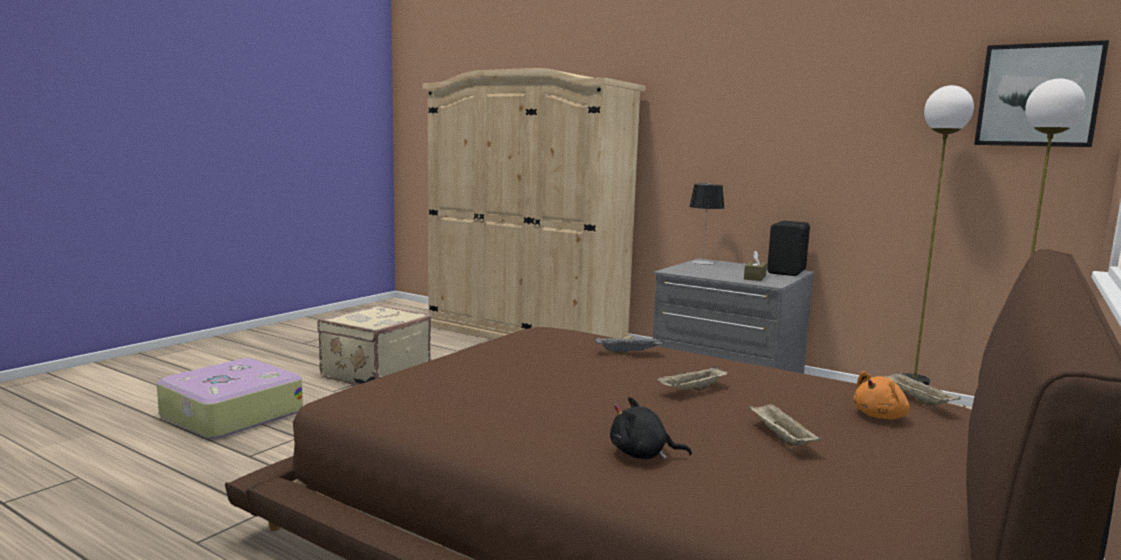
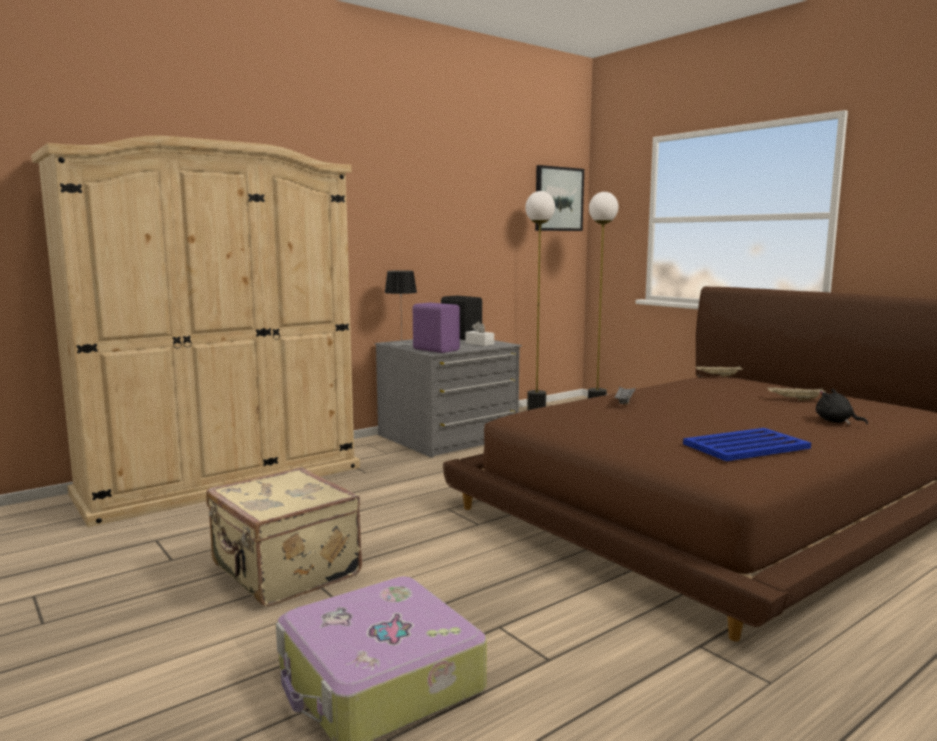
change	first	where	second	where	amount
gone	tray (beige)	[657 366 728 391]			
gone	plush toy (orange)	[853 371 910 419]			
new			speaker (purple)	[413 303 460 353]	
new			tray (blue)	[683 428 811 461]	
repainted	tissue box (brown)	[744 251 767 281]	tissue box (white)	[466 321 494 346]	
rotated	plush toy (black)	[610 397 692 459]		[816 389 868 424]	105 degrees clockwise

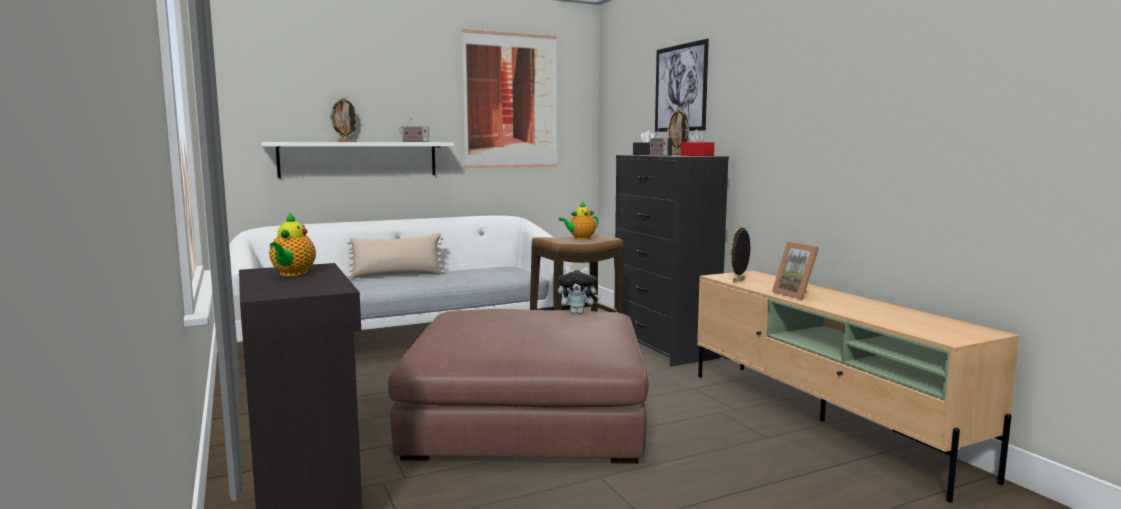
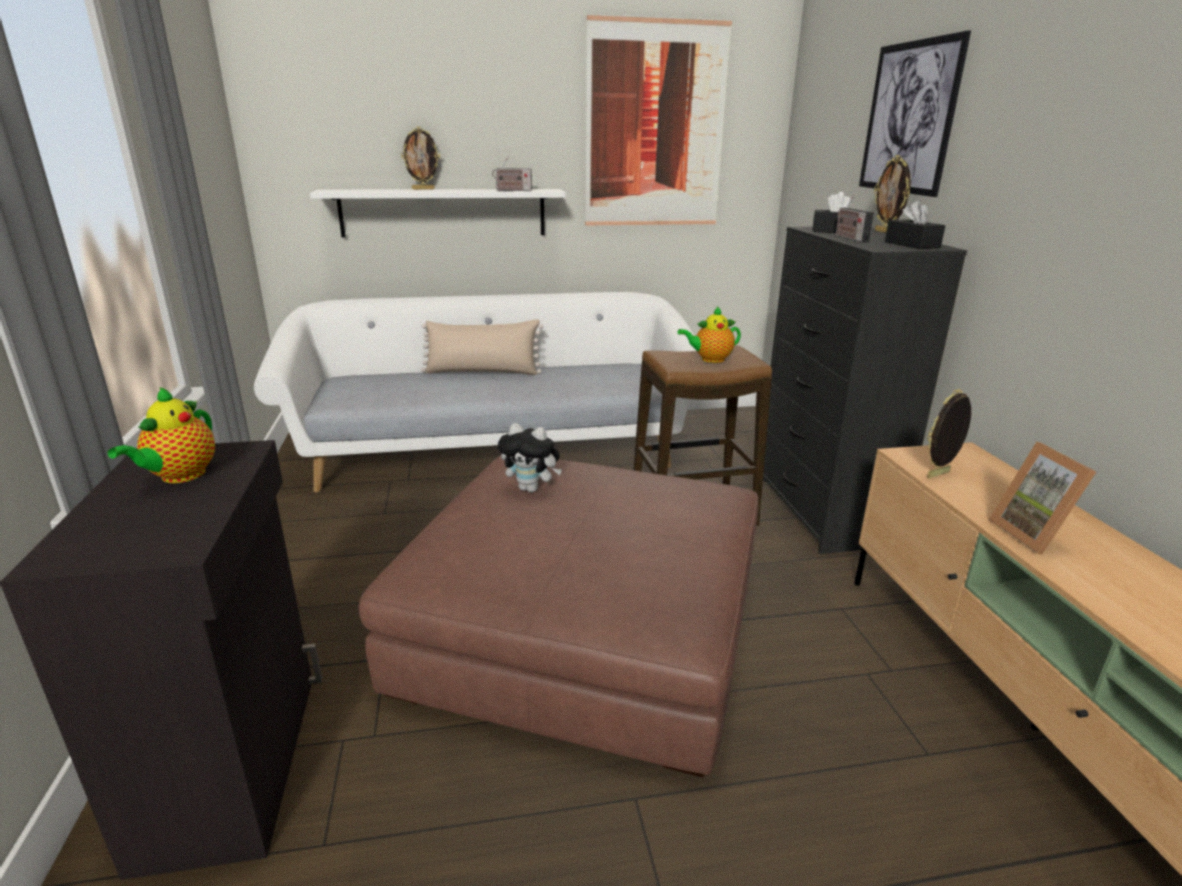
change	first	where	second	where	amount
shifted	plush toy	[558 267 601 314]		[498 423 562 492]	
repainted	tissue box (red)	[681 129 714 156]	tissue box (black)	[885 200 945 249]	

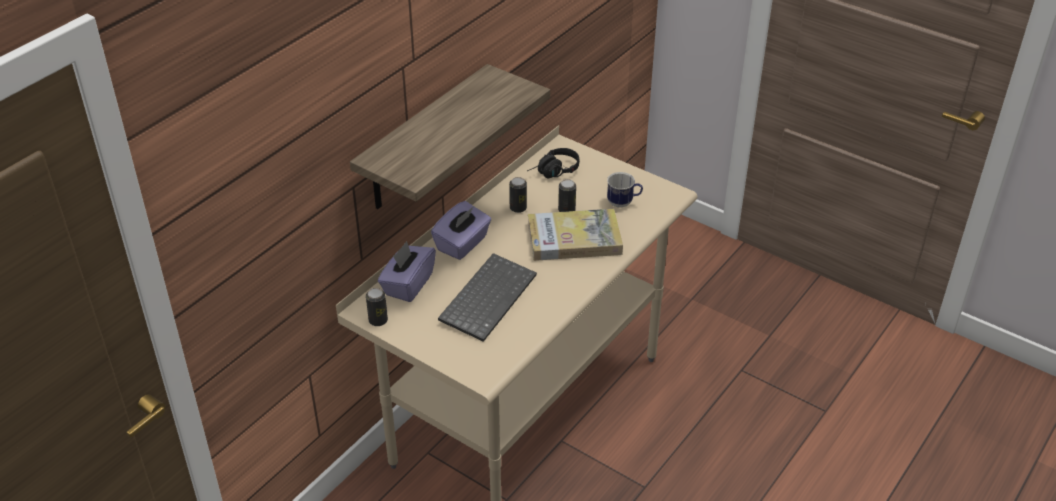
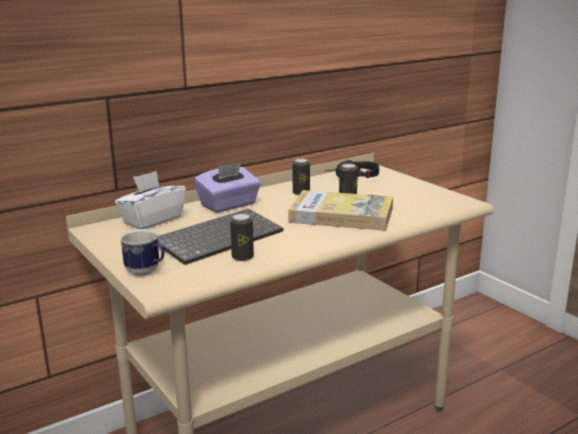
change	first	where	second	where	amount
gone	shelf	[350 64 550 209]			
shifted	can	[366 288 388 326]		[230 213 254 261]	
shifted	mug	[607 172 643 208]		[120 229 164 276]	
repainted	tissue box (purple)	[378 241 436 302]	tissue box (white)	[115 171 186 229]	

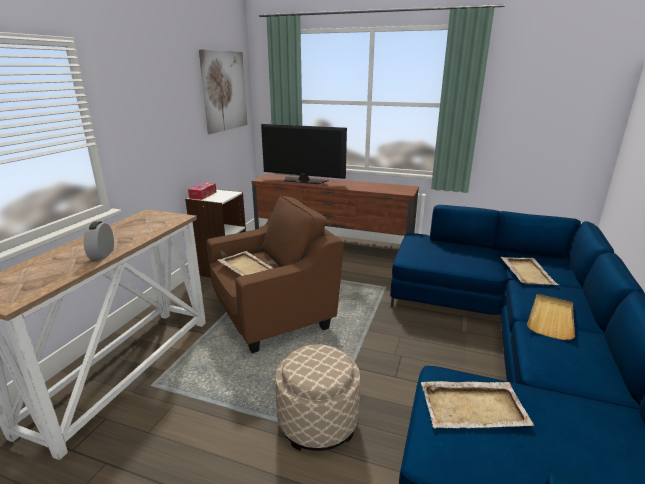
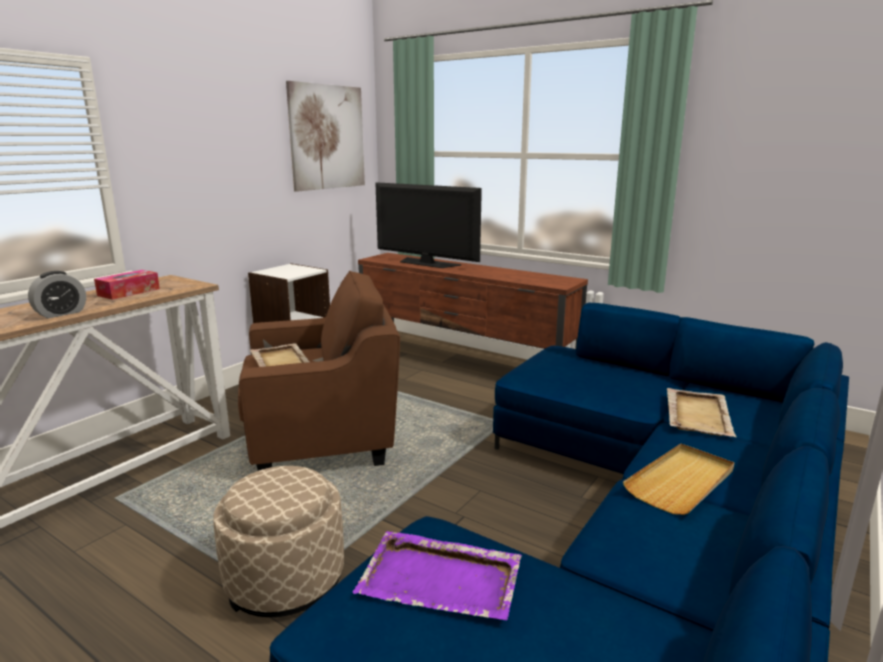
change	first	where	second	where	amount
shifted	tissue box	[188 182 216 200]		[94 270 160 300]	
repainted	tray (beige)	[421 381 534 428]	tray (purple)	[353 531 522 620]	
rotated	alarm clock	[83 221 114 260]		[28 271 86 318]	150 degrees counterclockwise

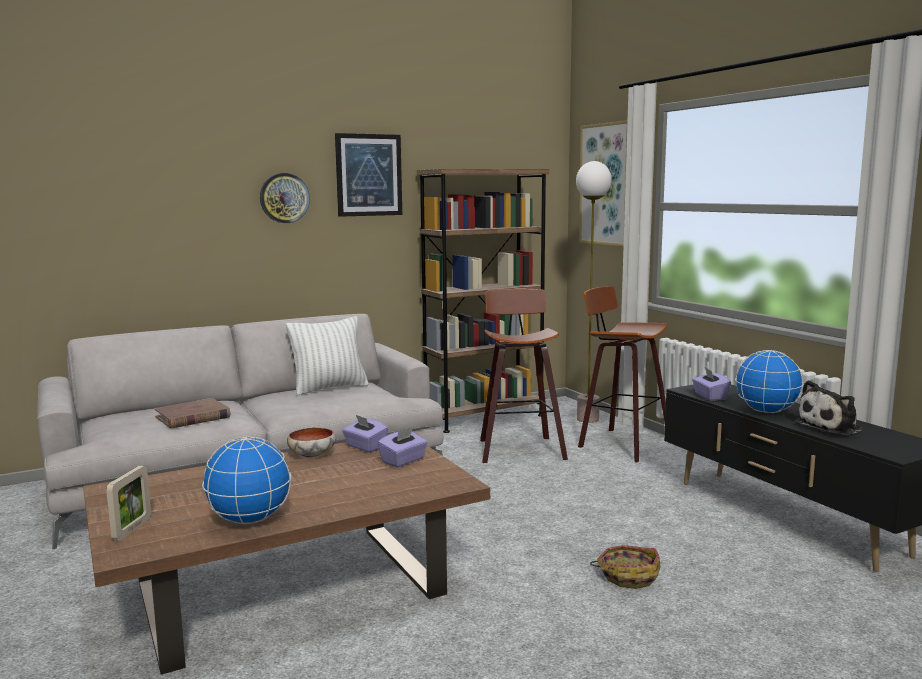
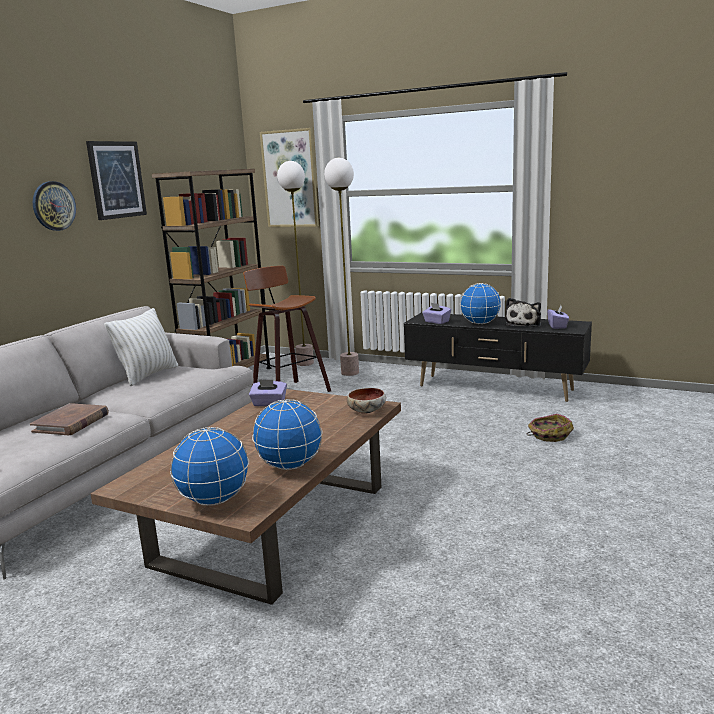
change	first	where	second	where	amount
shifted	bowl	[287 427 336 458]		[347 388 386 414]	
shifted	tissue box (purple)	[378 427 428 467]		[547 305 569 329]	
shifted	basket	[590 545 660 589]		[527 414 574 442]	
swapped	picture frame	[106 466 151 541]	globe	[170 427 249 506]	
swapped	stool	[578 286 667 462]	floor lamp	[324 158 359 376]	

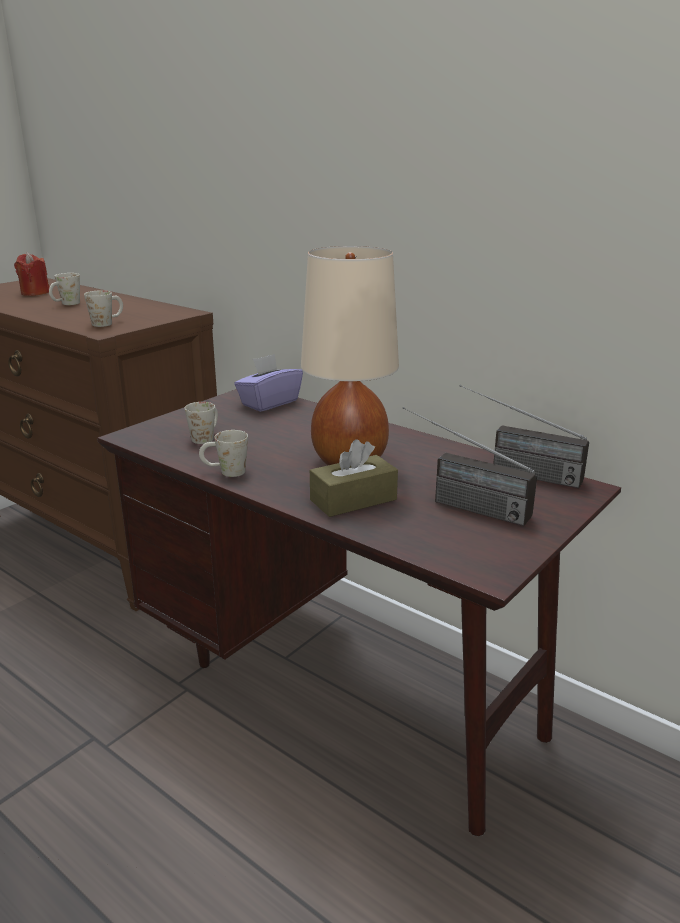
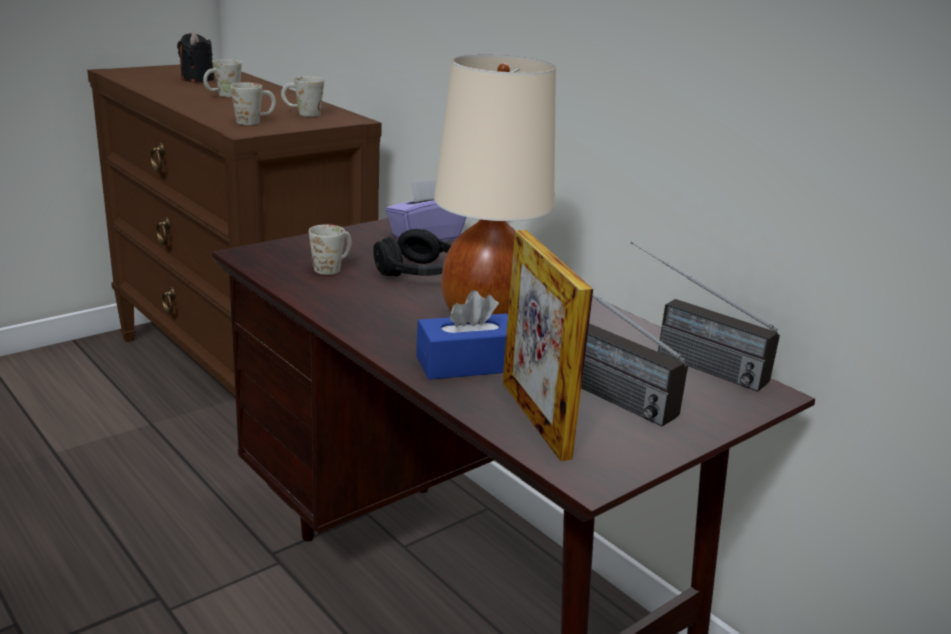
change	first	where	second	where	amount
new			headphones (black)	[373 229 451 276]	
new			picture frame	[503 230 593 461]	
shifted	mug (white)	[199 430 248 477]		[281 76 324 117]	
repainted	candle (red)	[14 252 50 296]	candle (black)	[177 32 214 82]	
repainted	tissue box (brown)	[310 439 398 517]	tissue box (blue)	[416 290 508 380]	

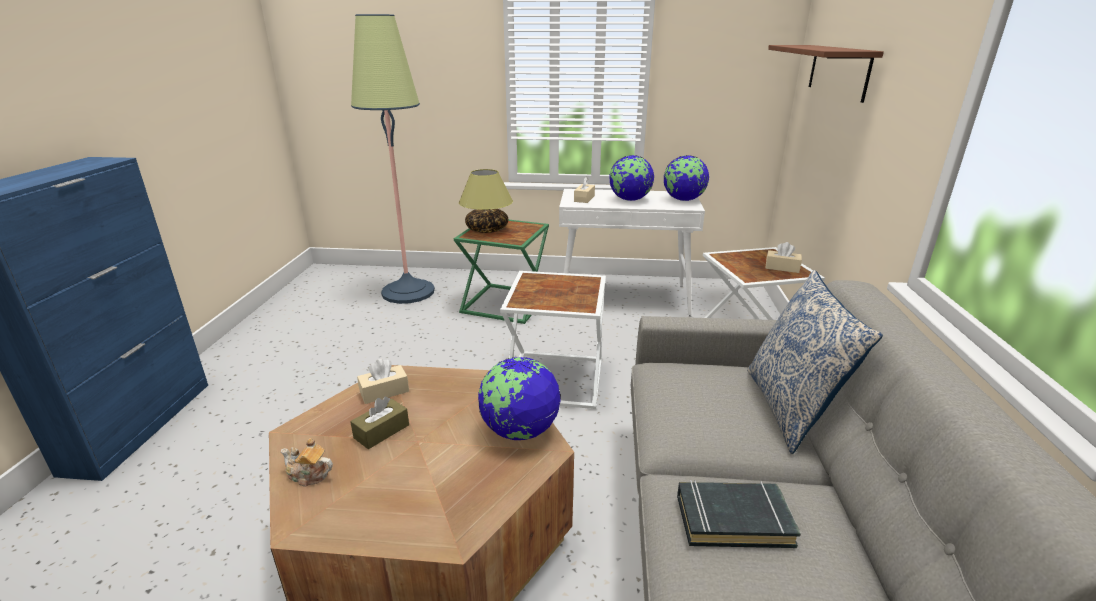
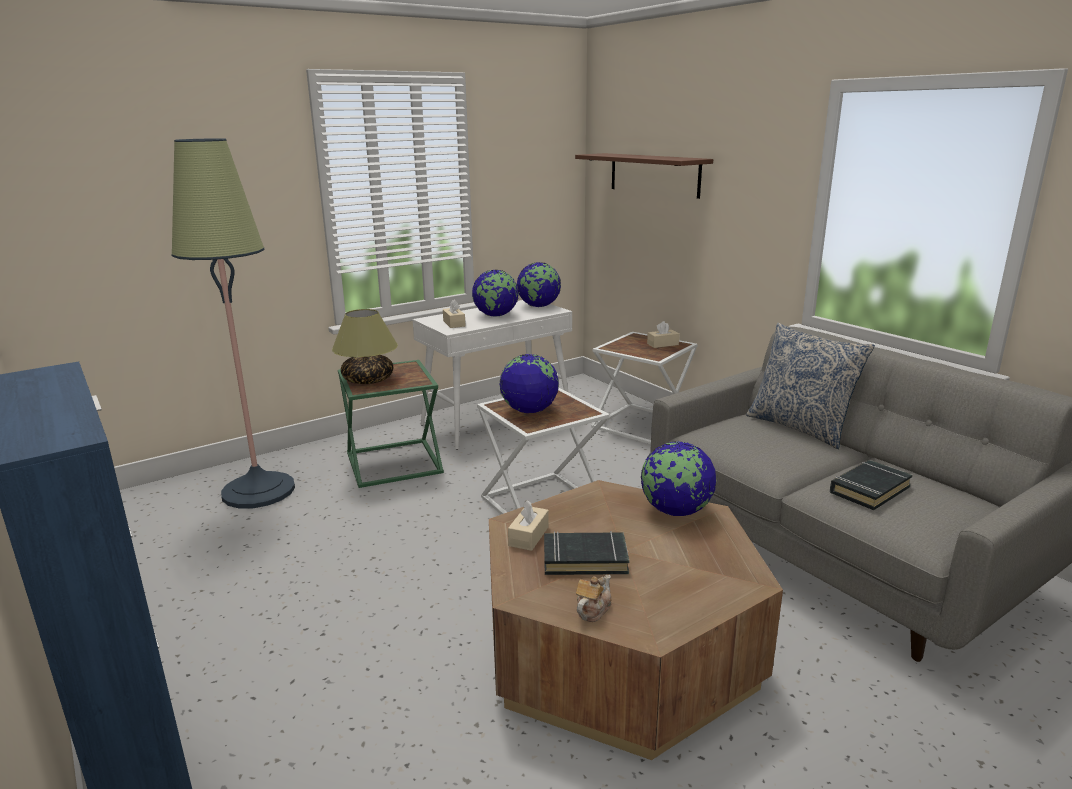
change	first	where	second	where	amount
new			globe	[500 354 559 413]	
swapped	tissue box (brown)	[350 396 409 449]	book (black)	[544 531 629 575]	
rotated	teapot	[281 438 333 487]		[576 575 612 622]	150 degrees clockwise

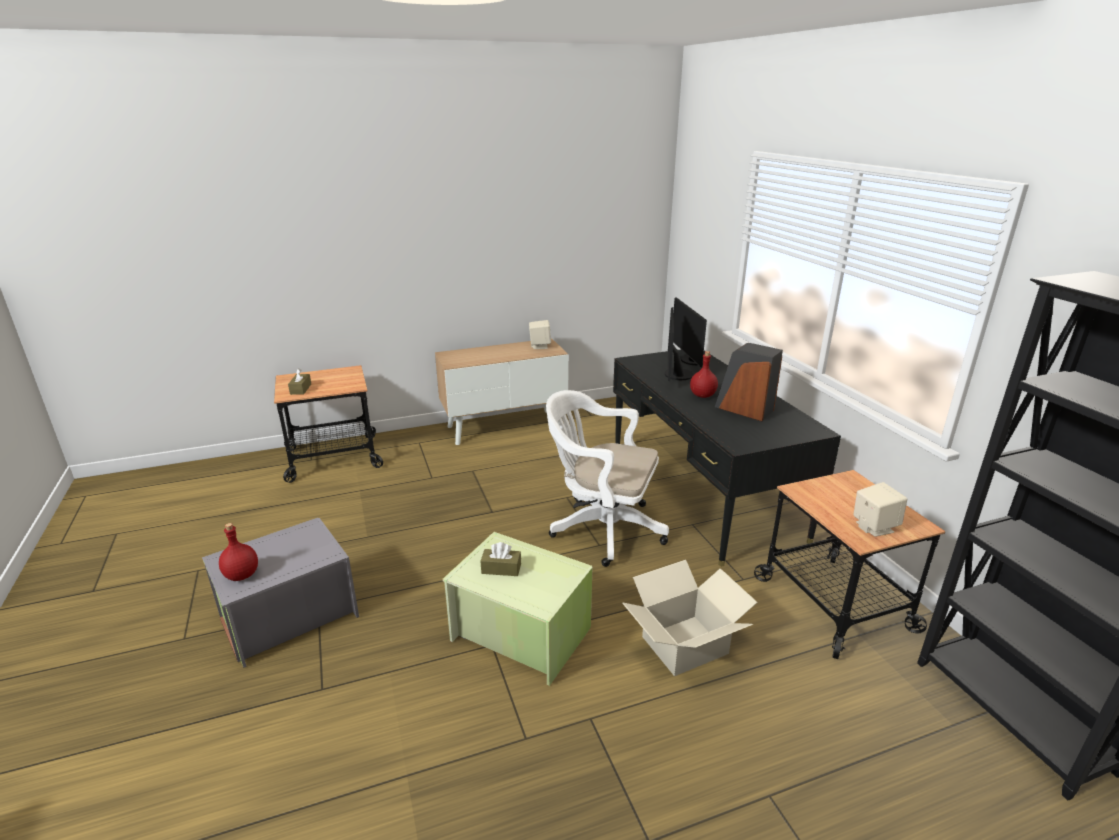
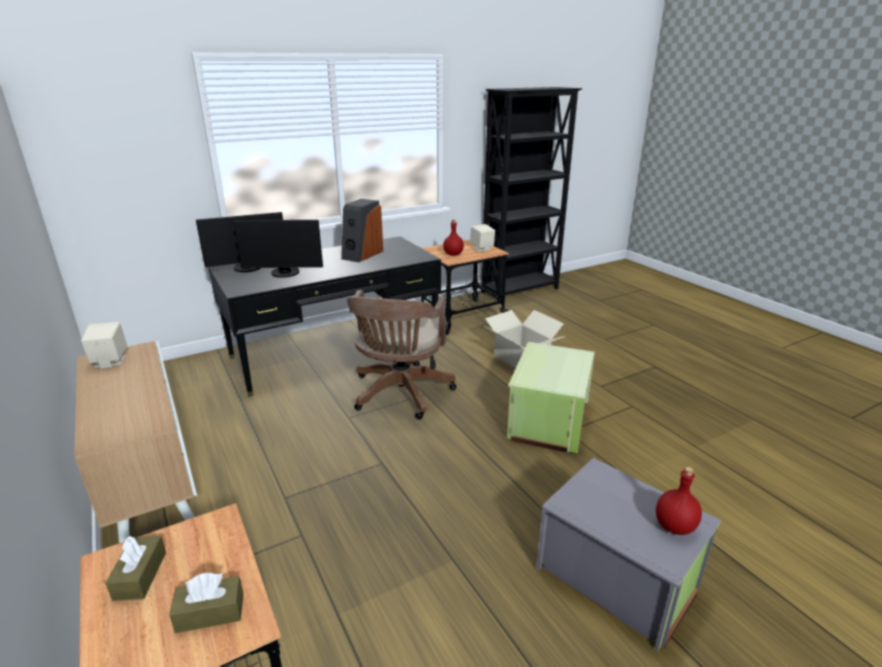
change	first	where	second	where	amount
shifted	tissue box (brown)	[481 542 521 576]		[105 536 166 601]	
shifted	bottle (red)	[690 351 718 398]		[443 220 464 256]	
repainted	office chair (white)	[546 390 669 567]	office chair (brown)	[347 290 456 420]	

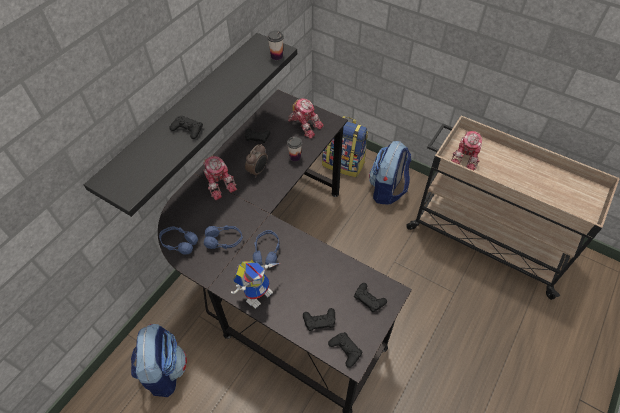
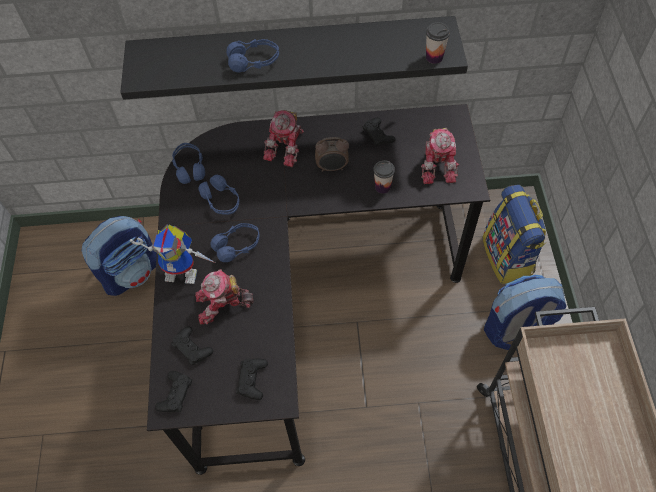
change	first	where	second	where	amount
shifted	toy robot	[451 131 482 171]		[195 269 254 325]	
swapped	game controller (black)	[169 116 203 139]	headphones (blue)	[226 39 279 72]	

